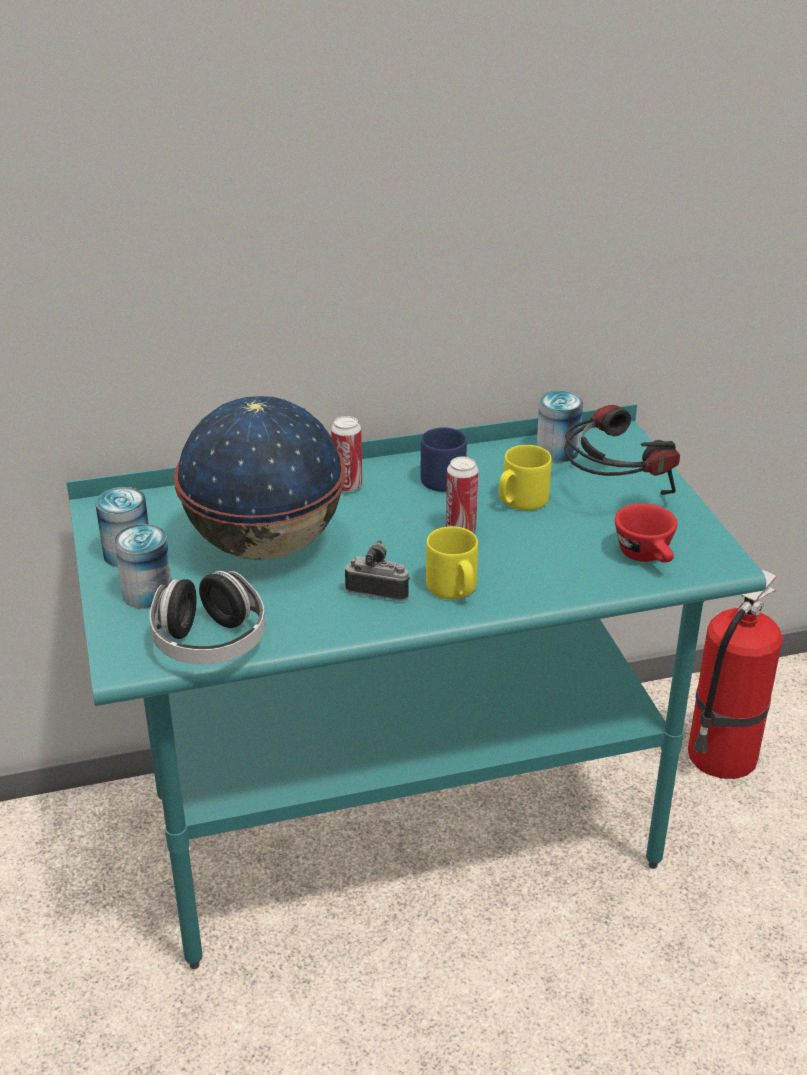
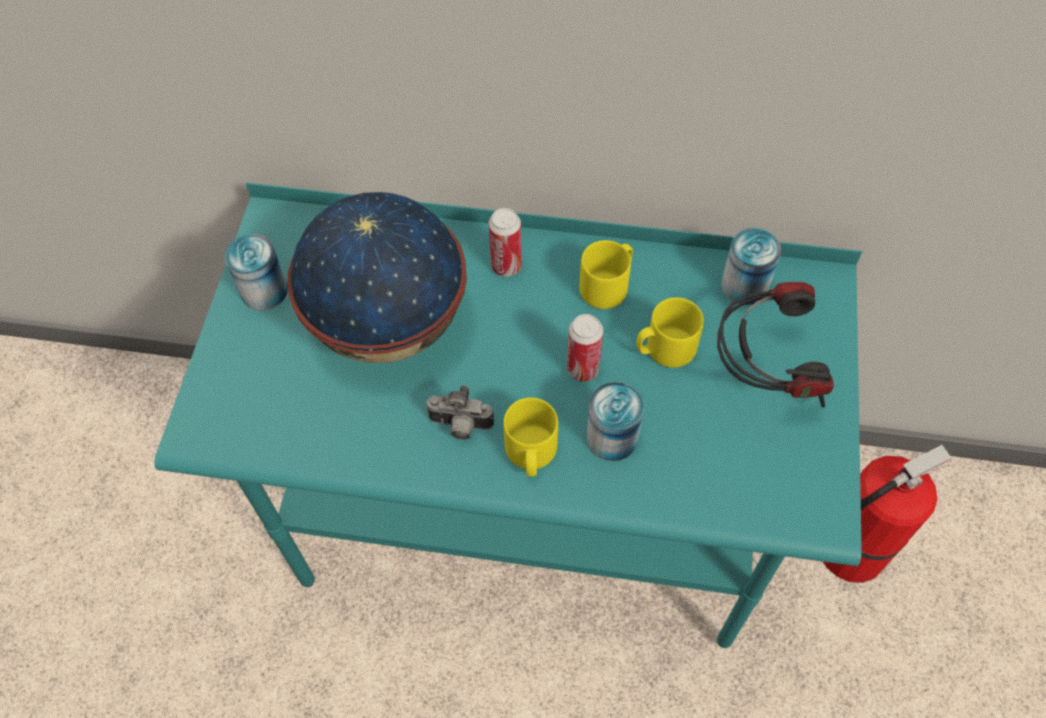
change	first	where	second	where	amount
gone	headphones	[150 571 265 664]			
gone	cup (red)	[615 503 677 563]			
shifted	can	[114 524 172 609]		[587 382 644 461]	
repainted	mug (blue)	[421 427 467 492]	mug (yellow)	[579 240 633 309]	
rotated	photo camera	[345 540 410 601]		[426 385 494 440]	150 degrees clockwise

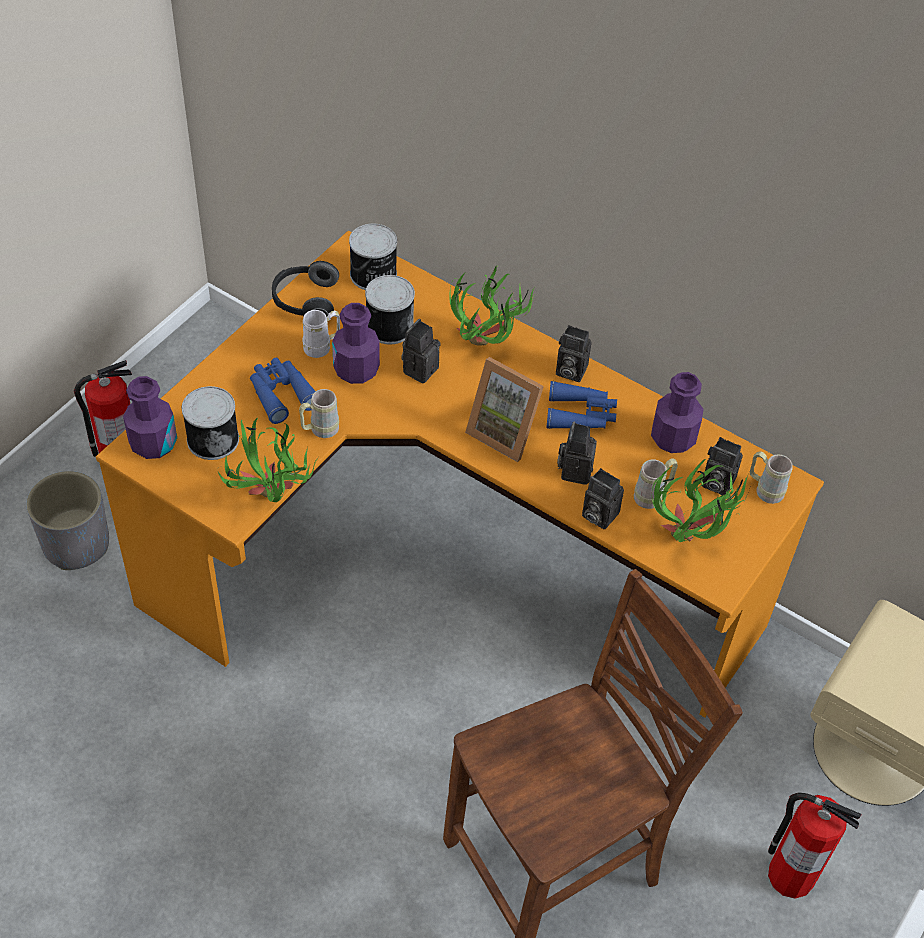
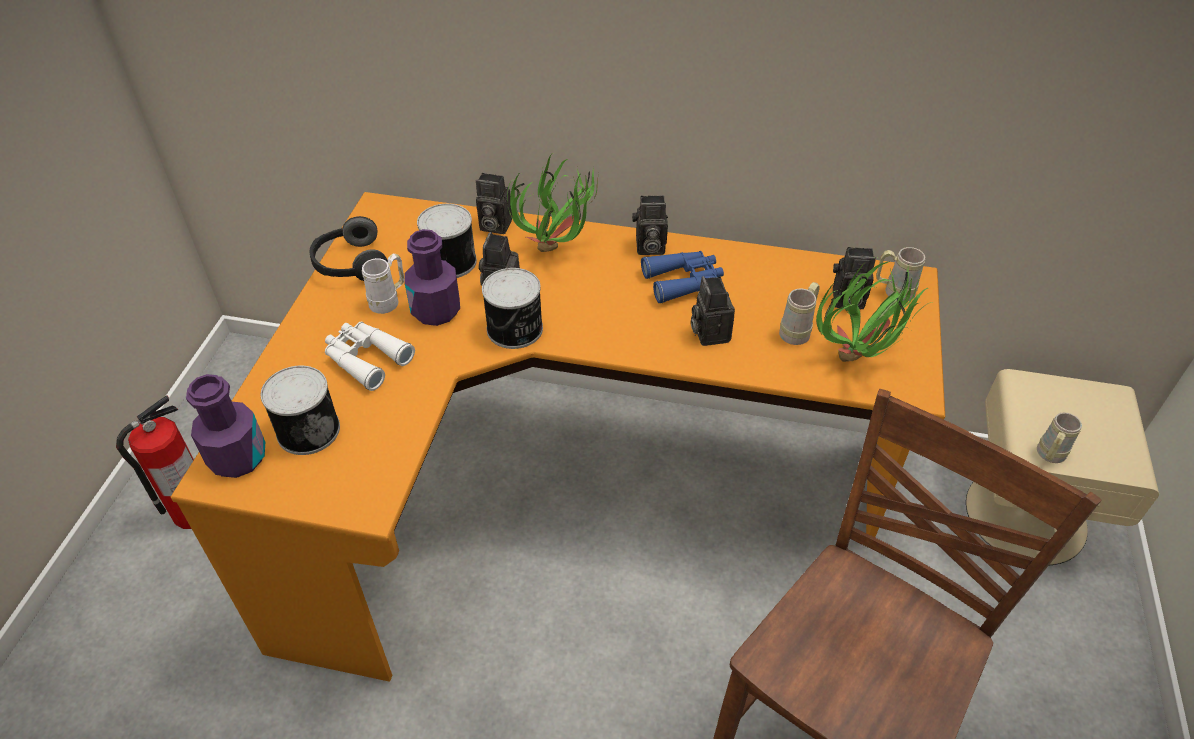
change	first	where	second	where	amount
gone	planter (grey)	[26 471 109 570]			
gone	potted plant	[218 418 318 502]			
gone	picture frame	[465 357 544 462]			
gone	bottle (purple)	[651 372 703 453]			
gone	fire extinguisher	[768 792 861 899]			
shifted	mug (beige)	[299 389 339 438]		[1037 412 1082 463]	
shifted	can	[349 224 397 290]		[482 268 543 349]	
shifted	photo camera	[582 468 624 529]		[476 173 512 234]	
repainted	binoculars (blue)	[250 358 316 424]	binoculars (white)	[325 322 415 391]	

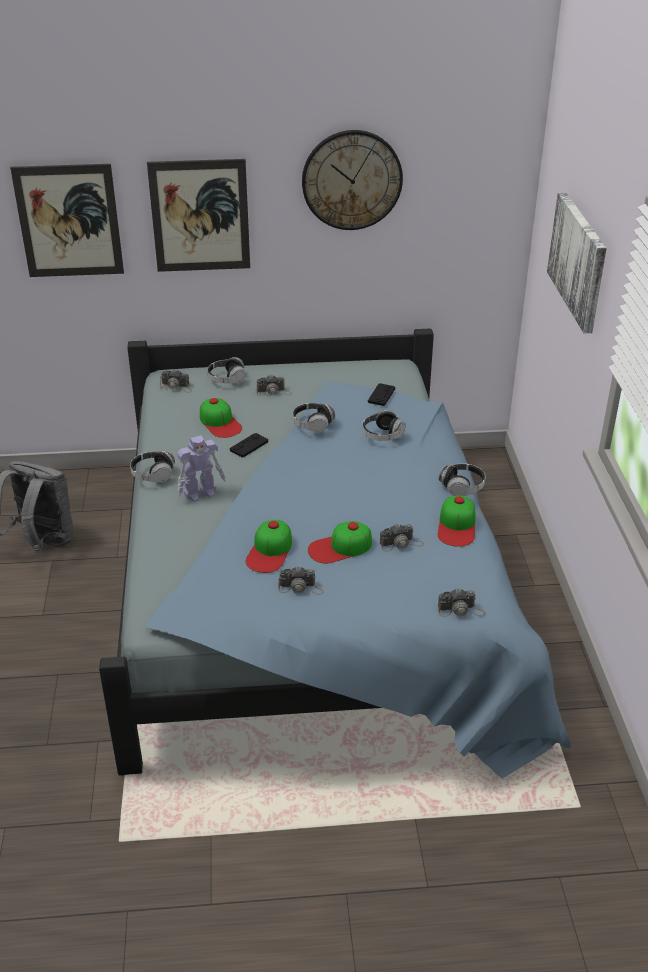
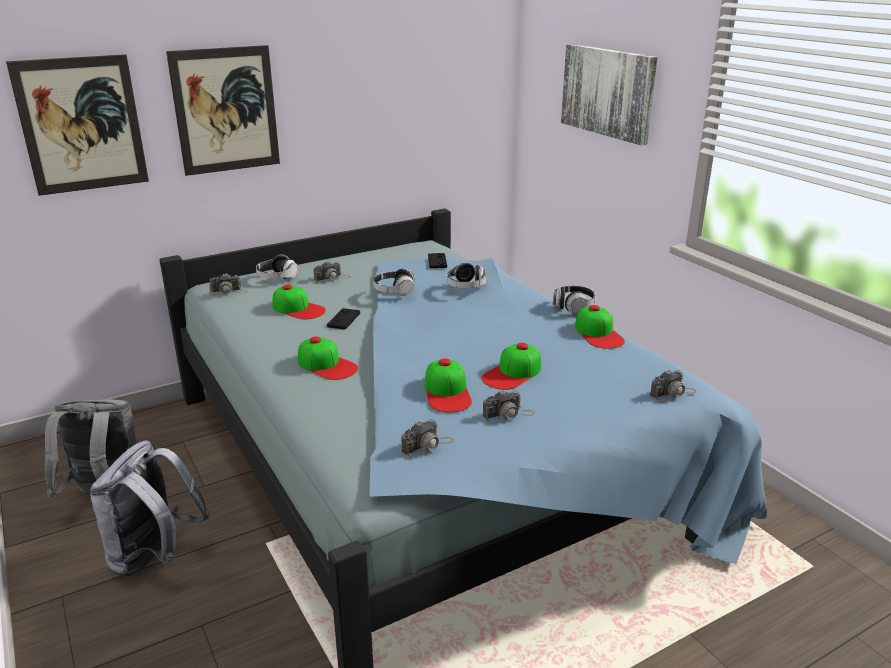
change	first	where	second	where	amount
gone	headphones	[130 451 175 482]			
gone	wall clock	[302 130 403 230]			
new			backpack (grey)	[90 440 210 576]	
shifted	photo camera	[380 523 424 552]		[401 419 454 459]	
swapped	toy robot	[177 435 226 502]	cap	[298 336 358 380]	

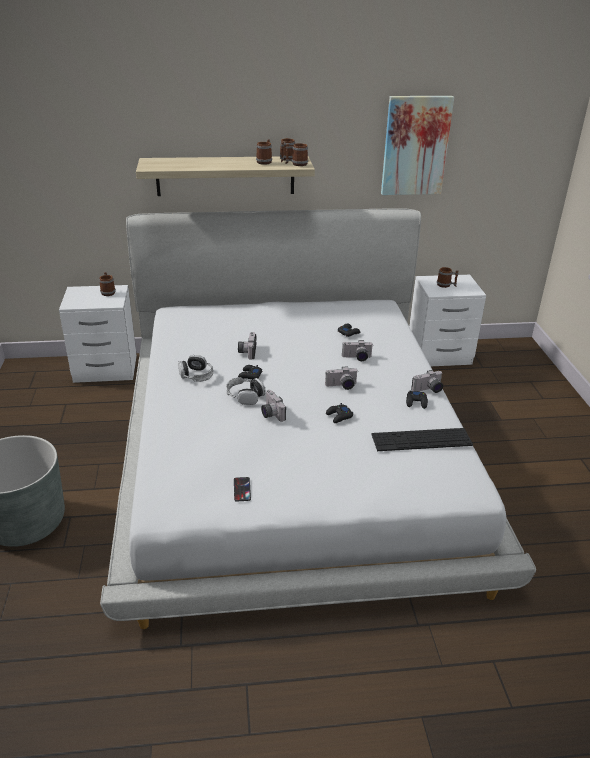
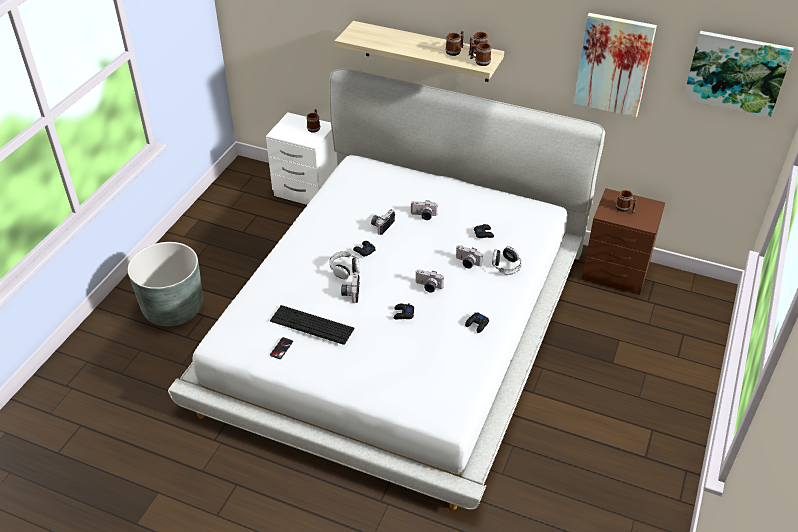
change	first	where	second	where	amount
new			picture	[683 31 794 118]	
shifted	headphones	[178 355 213 382]		[492 247 522 275]	
shifted	keyboard	[371 428 473 451]		[270 305 354 345]	
shifted	photo camera	[411 370 443 393]		[410 200 438 220]	
repainted	nightstand (white)	[409 275 486 366]	nightstand (brown)	[582 188 665 295]	

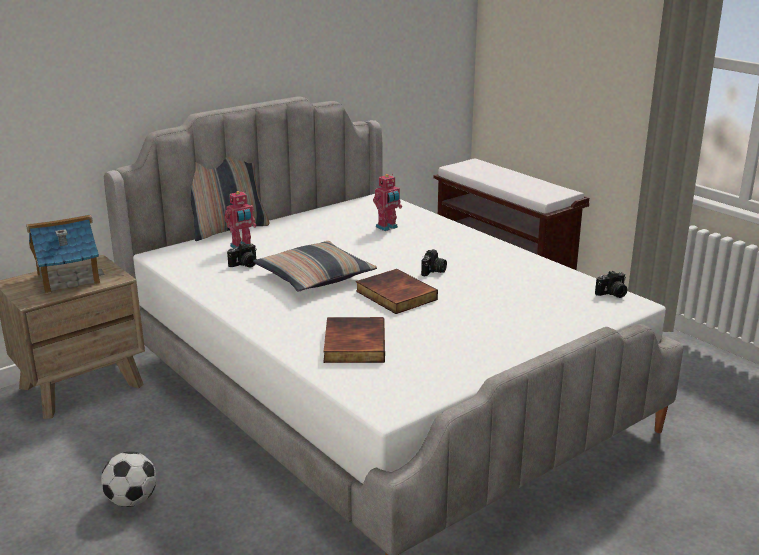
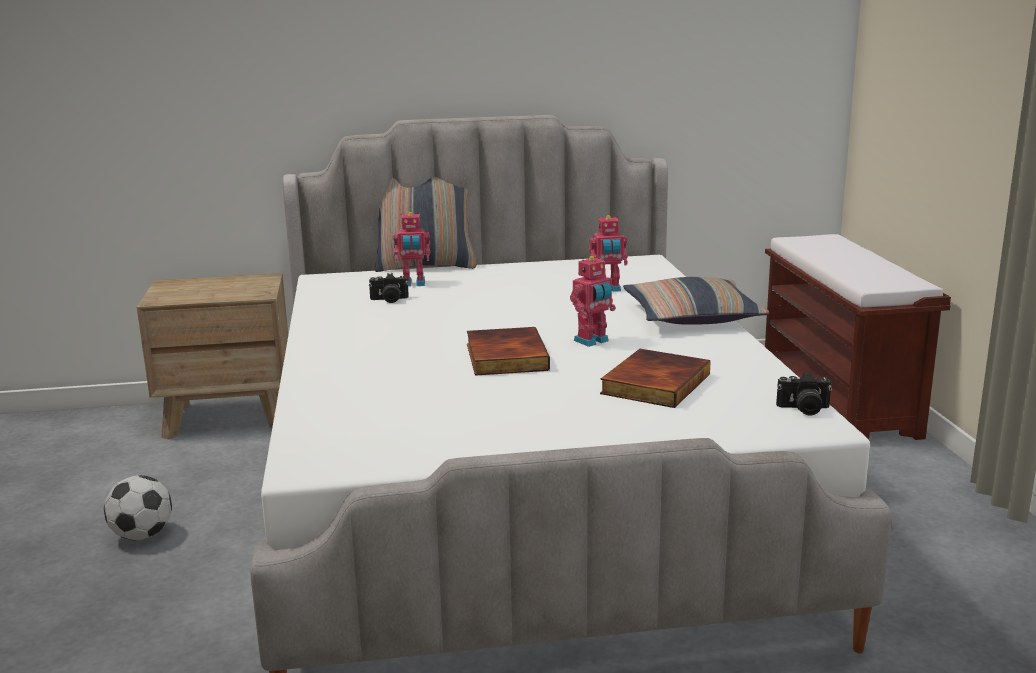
change	first	where	second	where	amount
gone	toy house	[26 214 104 294]			
shifted	pillow	[253 241 377 292]		[623 277 769 325]	
shifted	book	[323 317 385 363]		[600 349 711 408]	
swapped	photo camera	[421 249 447 276]	toy robot	[570 256 616 347]	

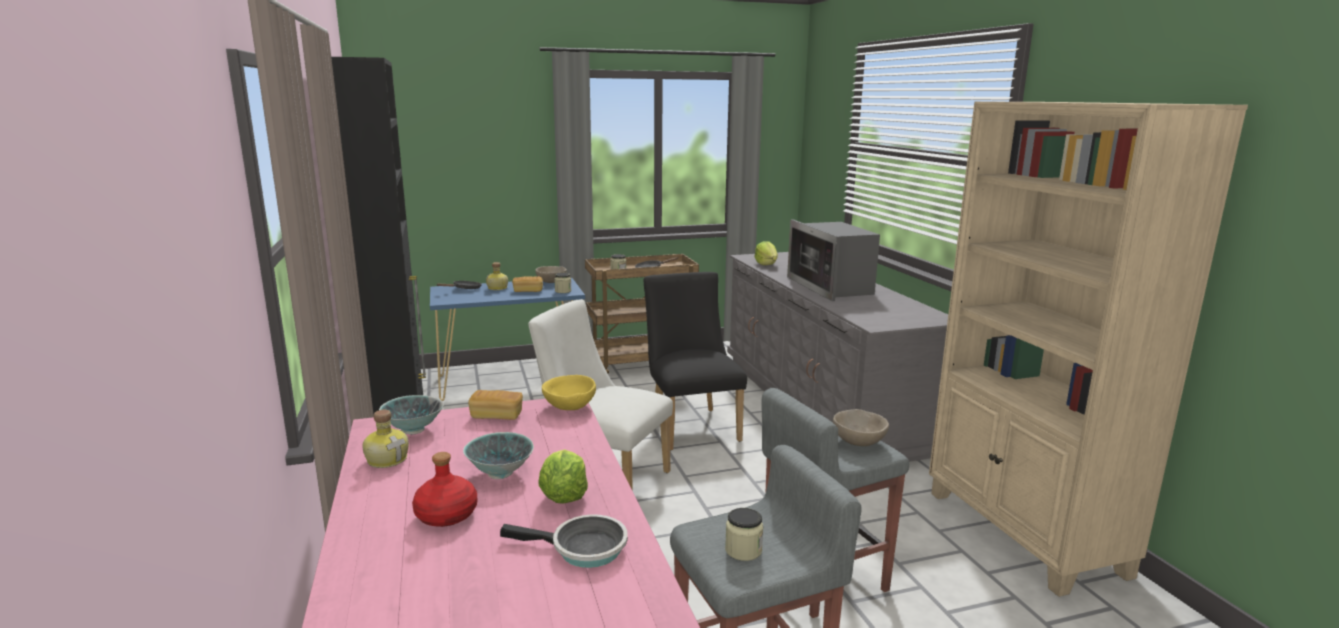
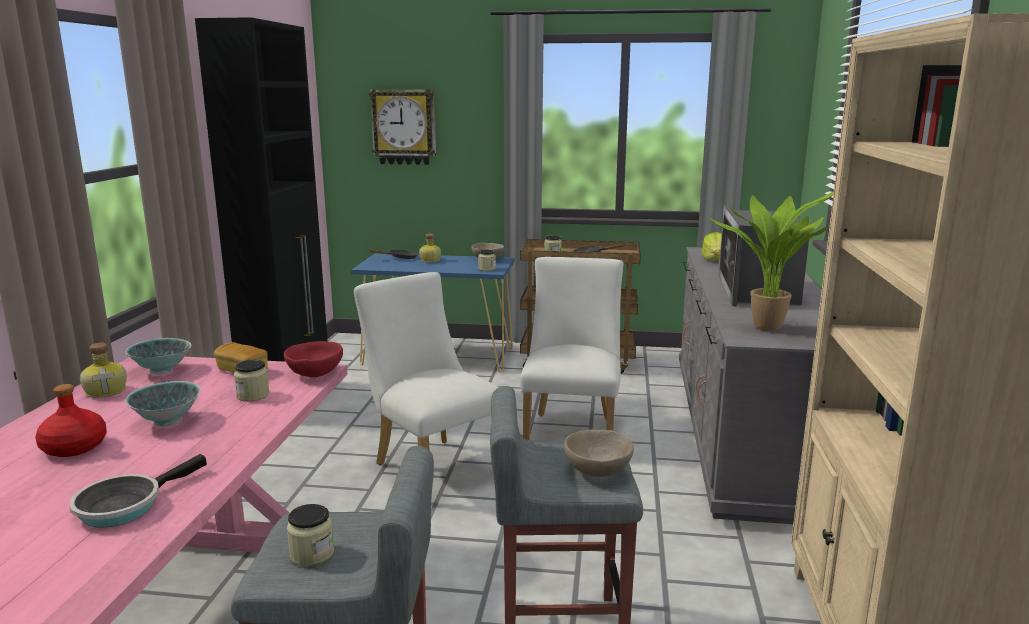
change	first	where	second	where	amount
gone	bread	[512 276 543 292]			
gone	lettuce	[539 449 588 504]			
new			jar	[234 359 269 402]	
new			wall clock	[369 90 436 165]	
new			potted plant	[710 191 834 331]	
repainted	bowl (yellow)	[542 375 596 410]	bowl (red)	[284 341 343 377]	
repainted	chair (black)	[644 272 747 451]	chair (white)	[520 257 624 440]	
rotated	frying pan	[500 514 628 568]		[69 454 207 528]	90 degrees clockwise

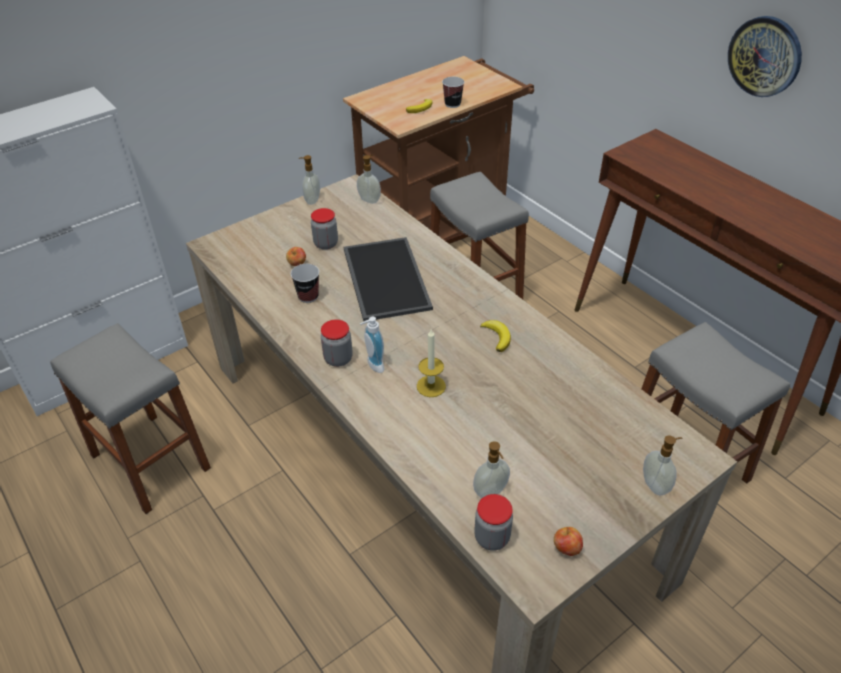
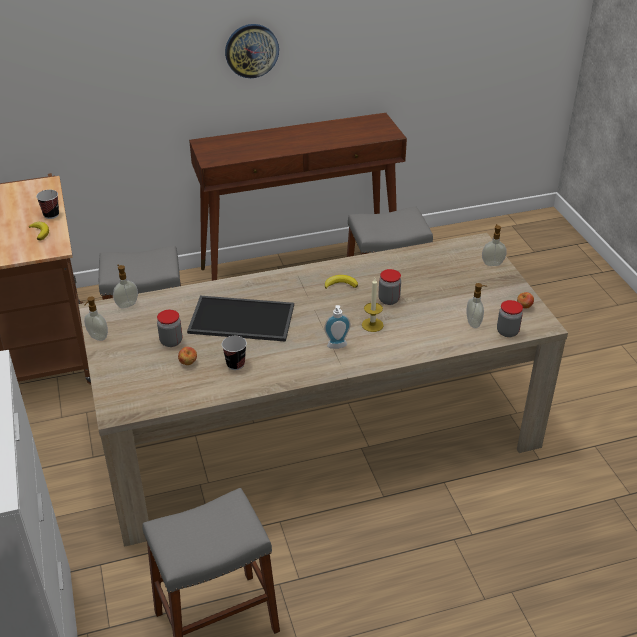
change	first	where	second	where	amount
shifted	jar	[321 319 352 367]		[378 269 401 305]	

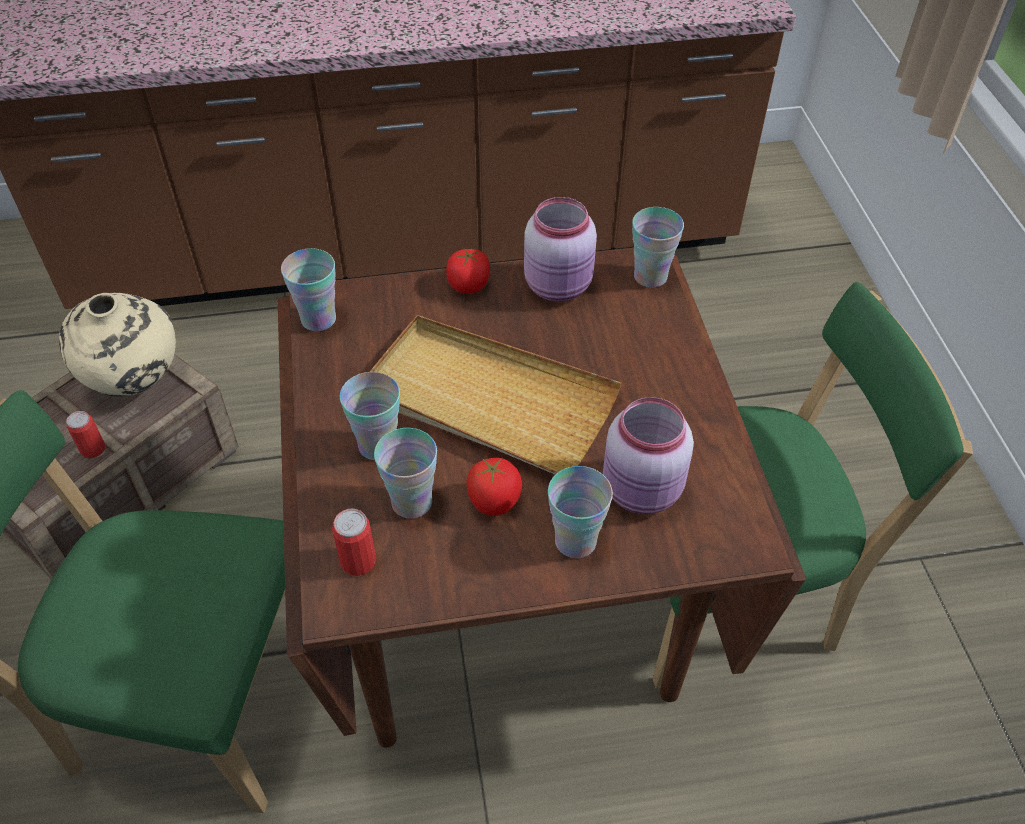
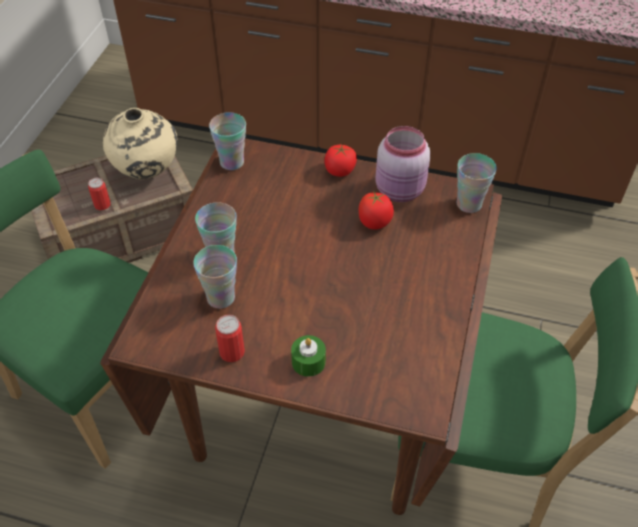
change	first	where	second	where	amount
gone	tray (beige)	[370 315 621 475]			
gone	jar (pink)	[603 397 694 514]			
shifted	can	[332 509 376 576]		[215 315 245 362]	
shifted	tomato	[467 458 522 516]		[359 190 394 229]	
swapped	cup	[548 466 613 558]	candle (green)	[291 335 326 377]	

